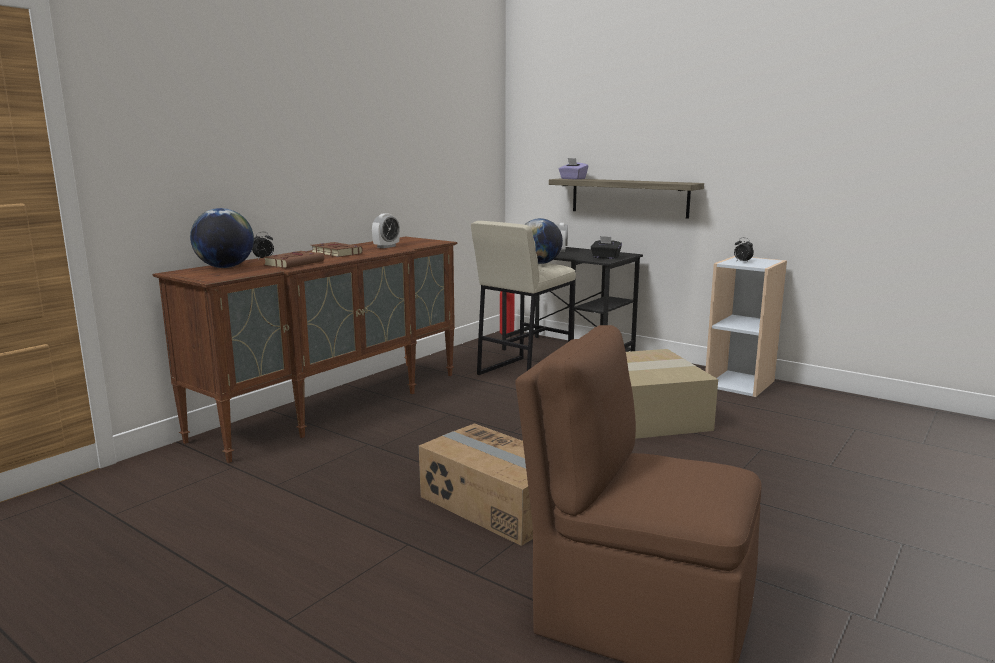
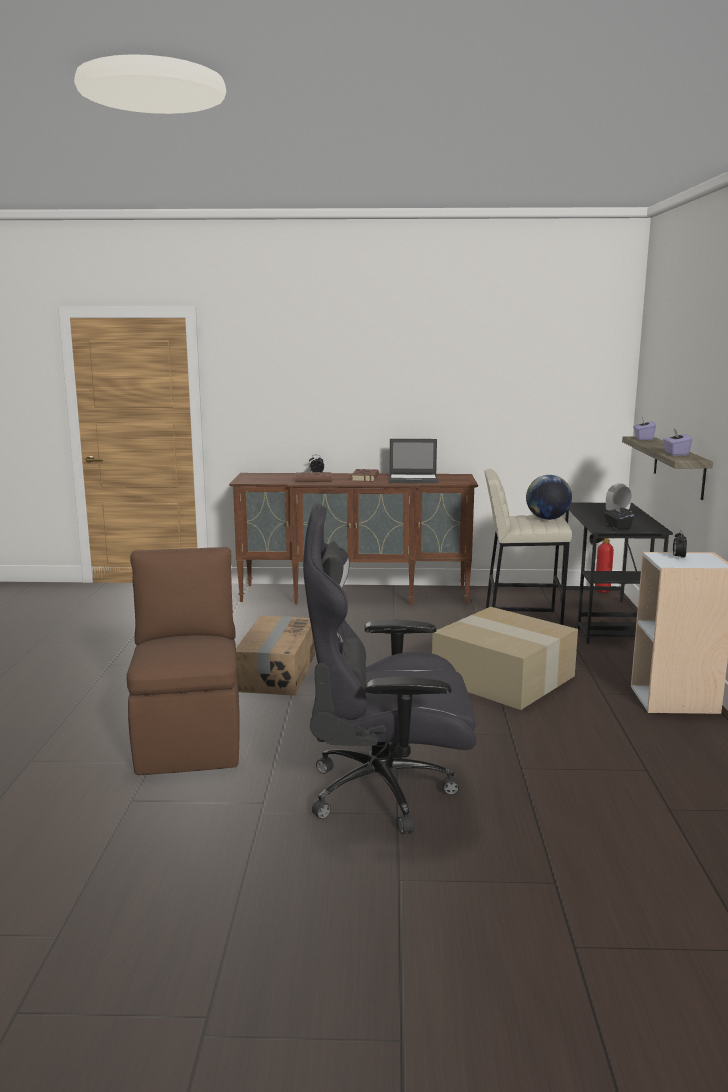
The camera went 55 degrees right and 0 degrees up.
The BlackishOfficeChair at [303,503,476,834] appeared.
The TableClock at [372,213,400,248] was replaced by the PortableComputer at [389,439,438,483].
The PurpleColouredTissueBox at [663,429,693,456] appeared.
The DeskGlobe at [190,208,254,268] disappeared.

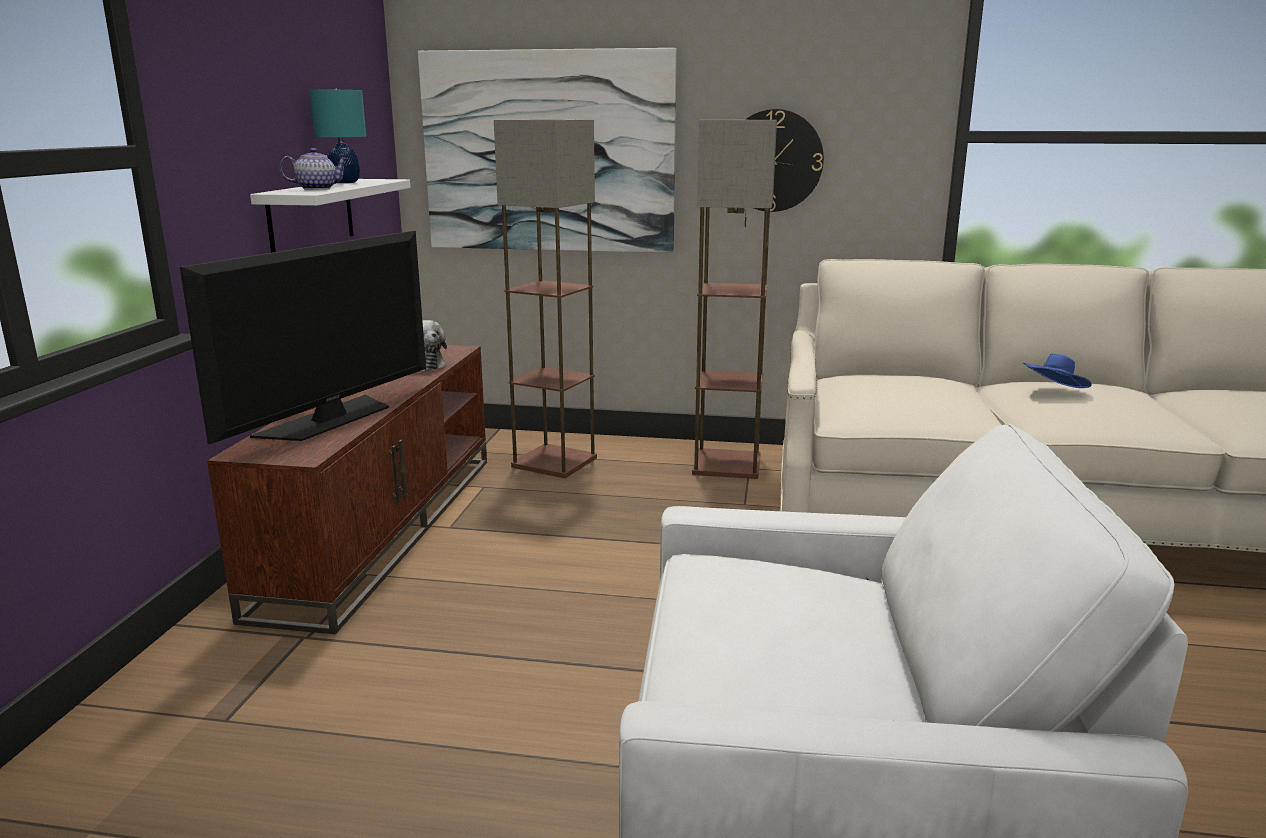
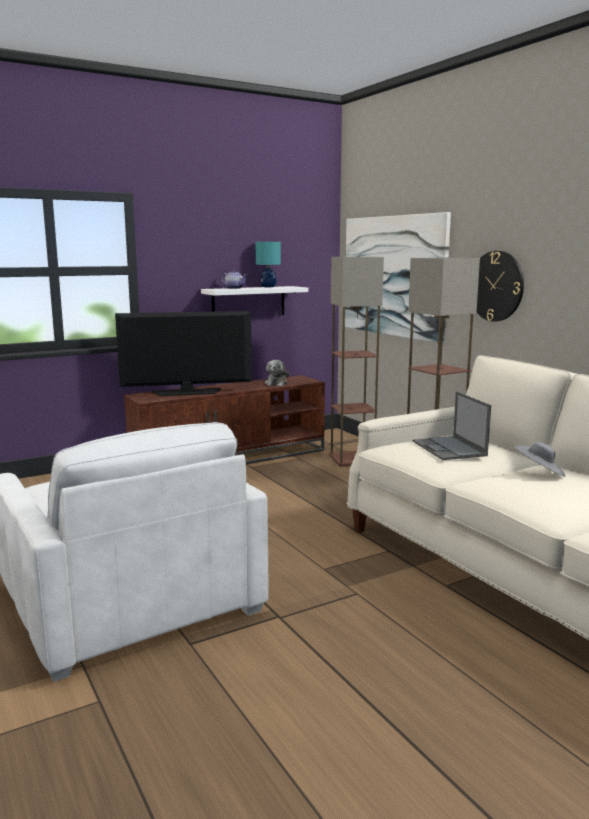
The camera went 50 degrees right and 5 degrees down.
The PortableComputer at [413,391,491,460] appeared.
The BlueClothingHat at [1023,354,1092,388] became the GrayClothingHat at [514,442,565,477].

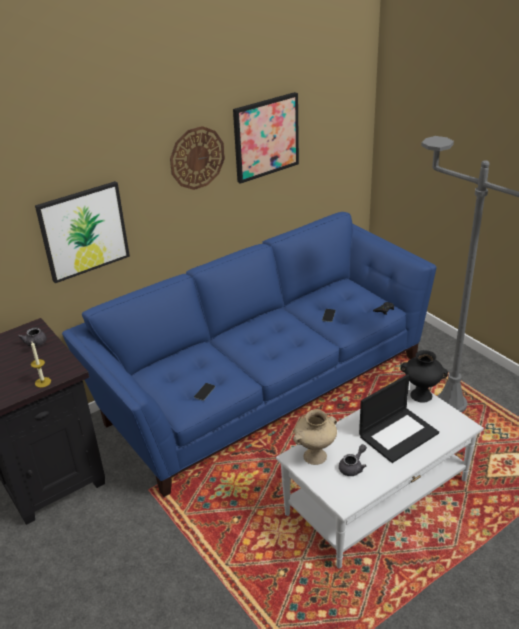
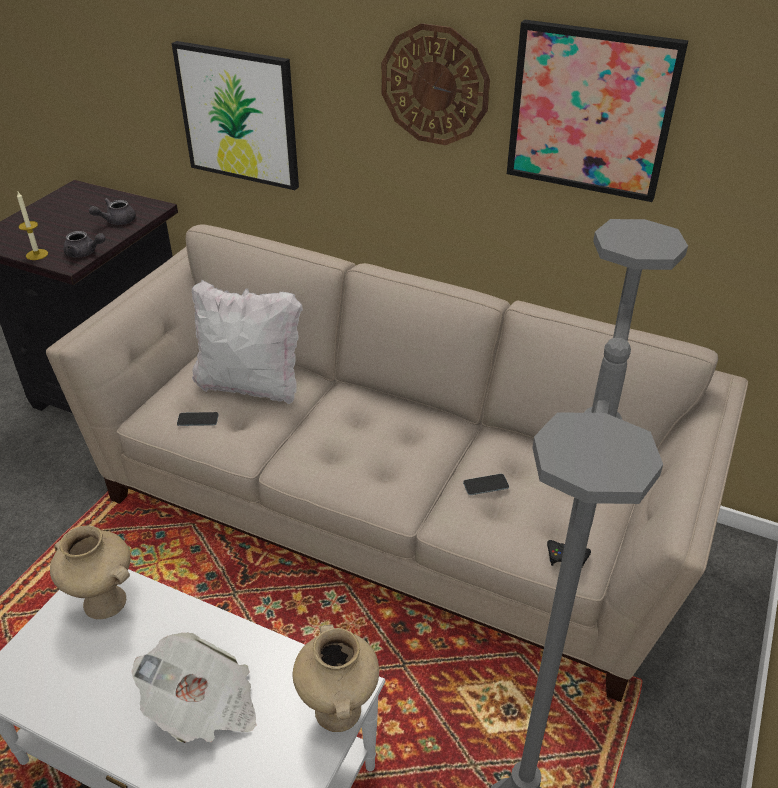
The camera went 60 degrees right and 5 degrees up.
The BlueSettee at [62,212,436,497] became the BeigeSettee at [46,225,748,702].
The GrayPotForTea moved from [339,444,367,476] to [63,231,106,258].
The PortableComputer at [359,374,439,463] was replaced by the PrintedPaper at [132,632,257,743].
The WhitePillow at [192,280,303,404] appeared.
The BlackishFlowerVase at [401,350,448,403] became the BeigeFlowerVase at [293,624,379,732].

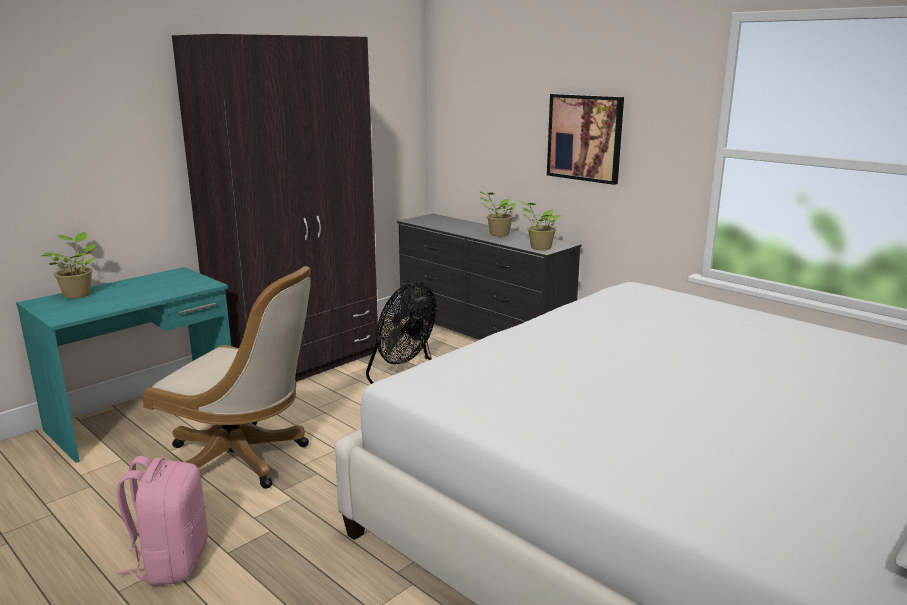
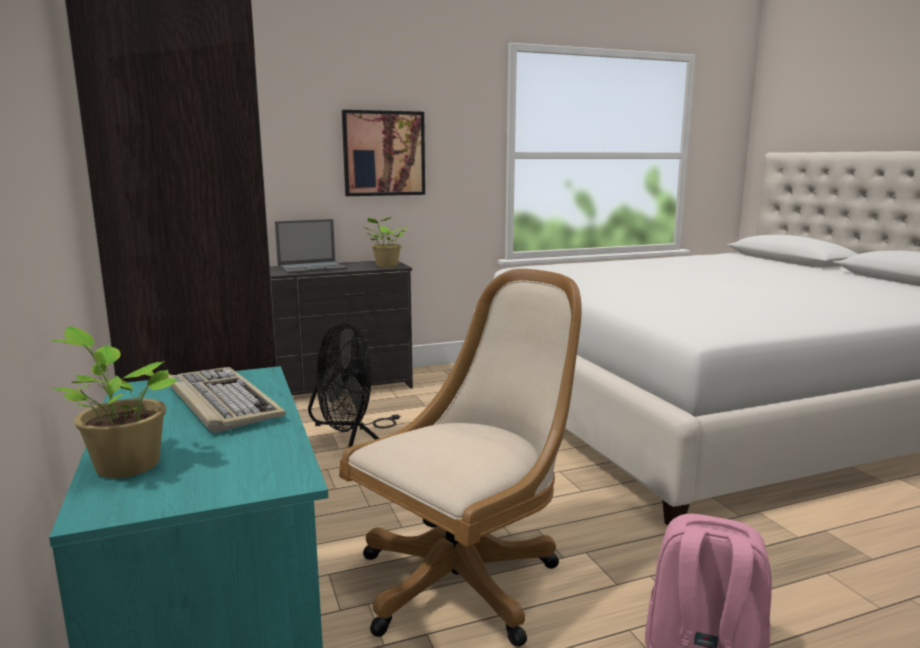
The camera went 65 degrees left and 5 degrees down.
The ComputerKeyboard at [168,367,286,433] appeared.
The Houseplant at [477,190,517,236] was replaced by the PortableComputer at [275,219,348,274].

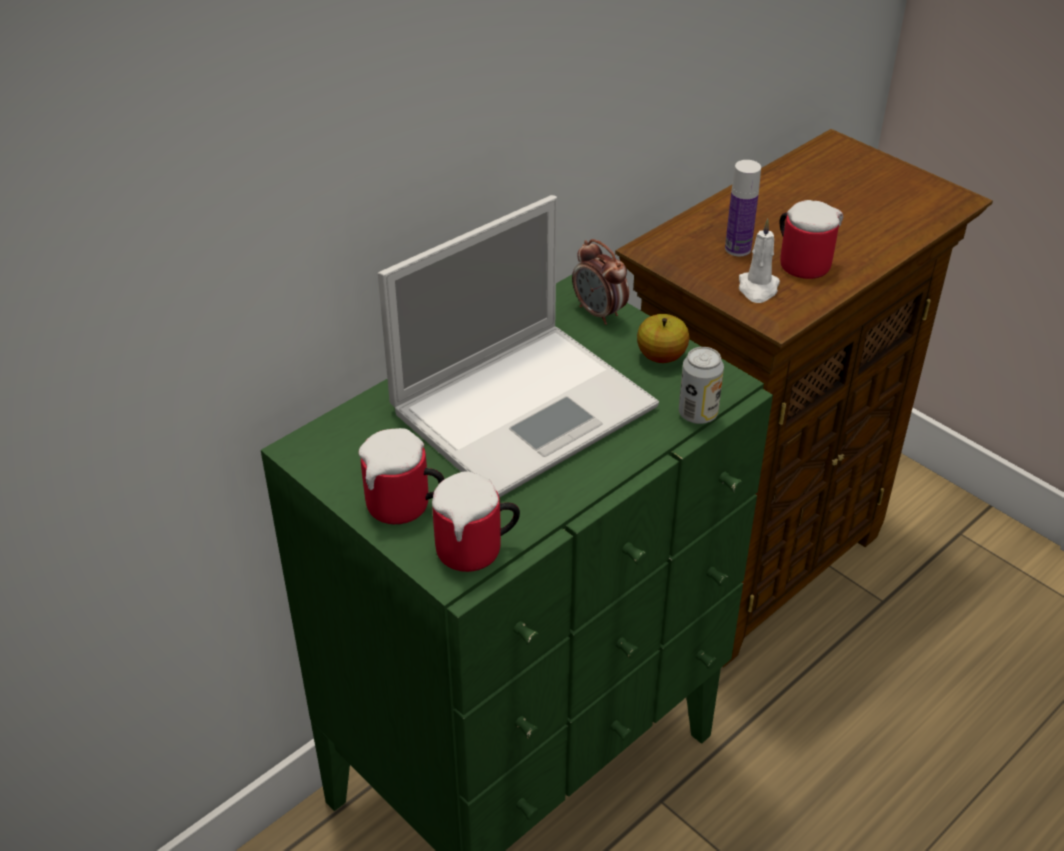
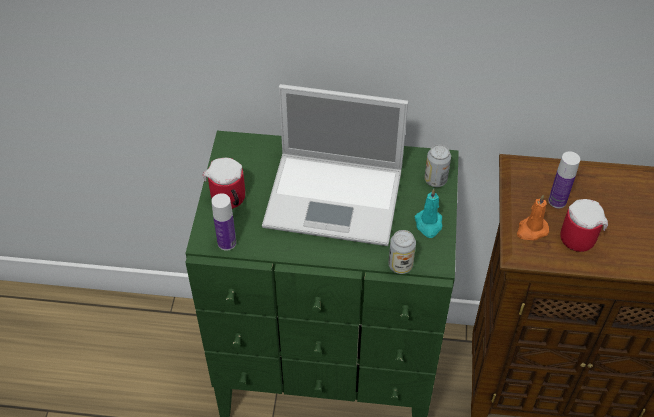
The camera went 50 degrees right and 10 degrees up.
The Mug at [432,471,520,572] was replaced by the Bottle at [211,193,236,251].
The WholeApple at [637,314,689,363] was replaced by the TurquoiseColouredWaxLight at [415,189,443,238].
The TableClock at [572,239,629,325] was replaced by the MetalCan at [425,144,451,187].
The WhiteWaxLight at [739,219,780,303] became the OrangeColouredWaxLight at [517,195,549,241].

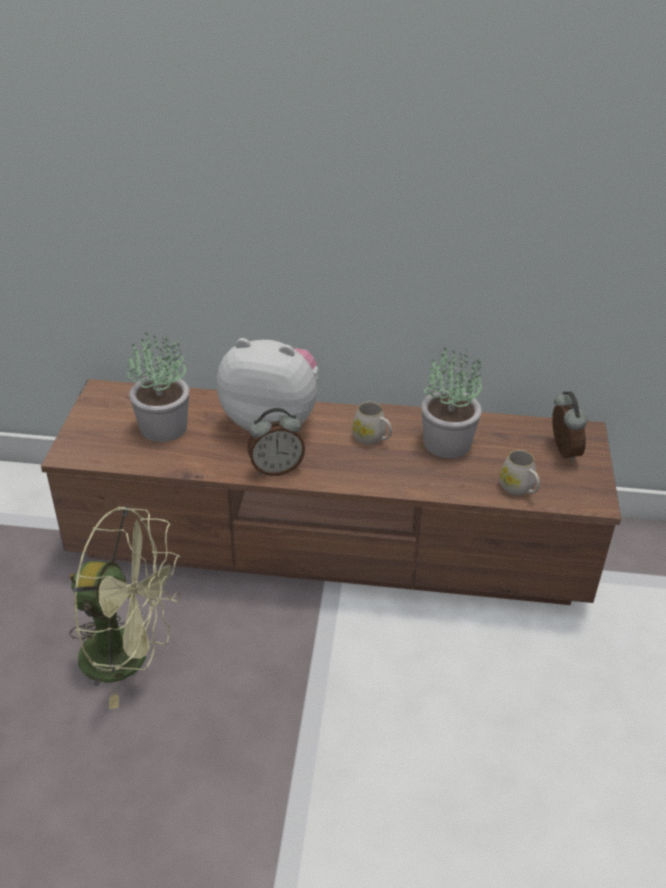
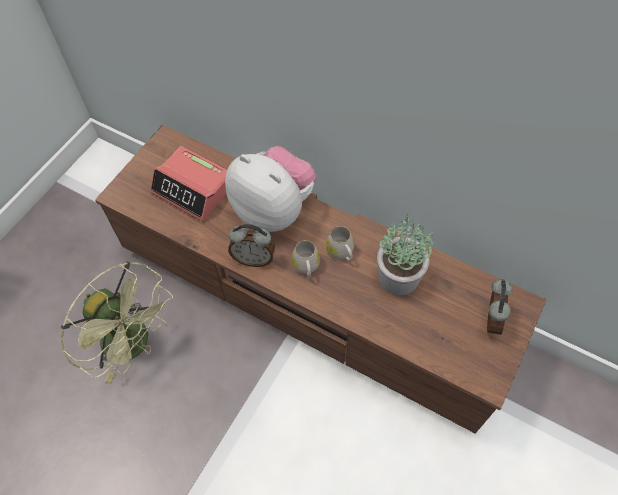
The camera went 25 degrees right and 20 degrees up.
The Houseplant at [127,332,189,442] was replaced by the TableClock at [150,146,227,221].
The WhiteMug moved from [499,450,540,495] to [291,240,320,277].

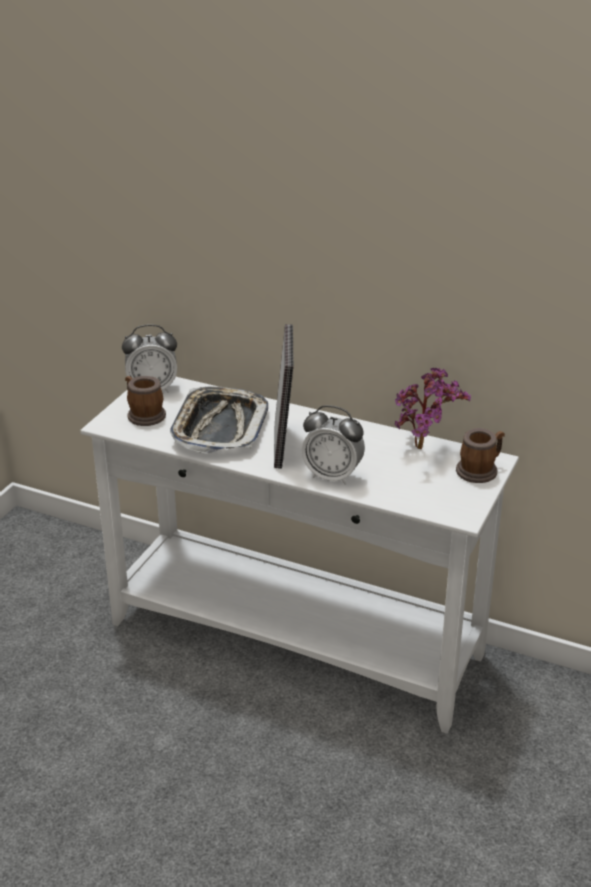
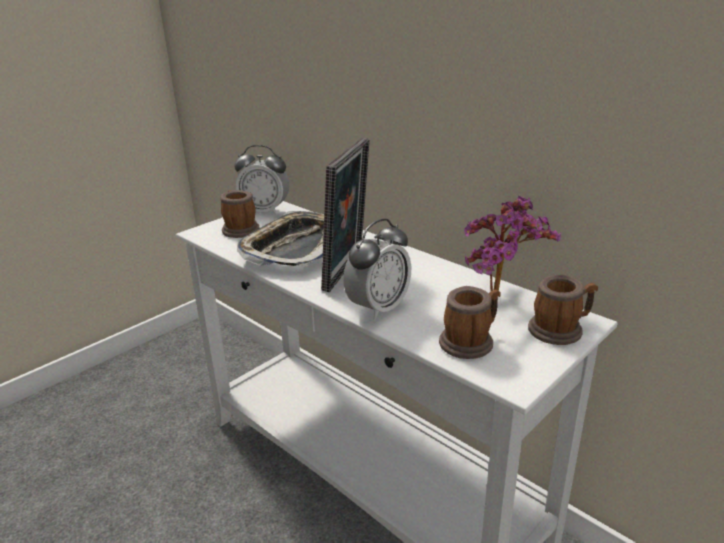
The camera went 20 degrees right and 5 degrees down.
The TableClock at [302,405,365,485] turned 90 degrees counterclockwise.
The Mug at [439,286,501,359] appeared.

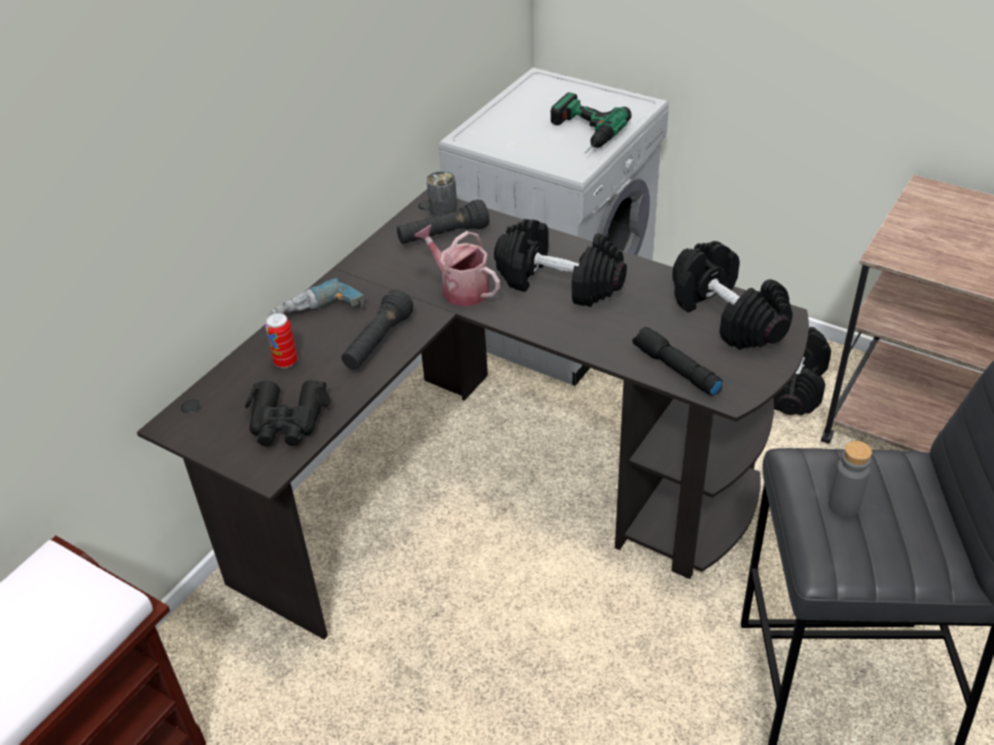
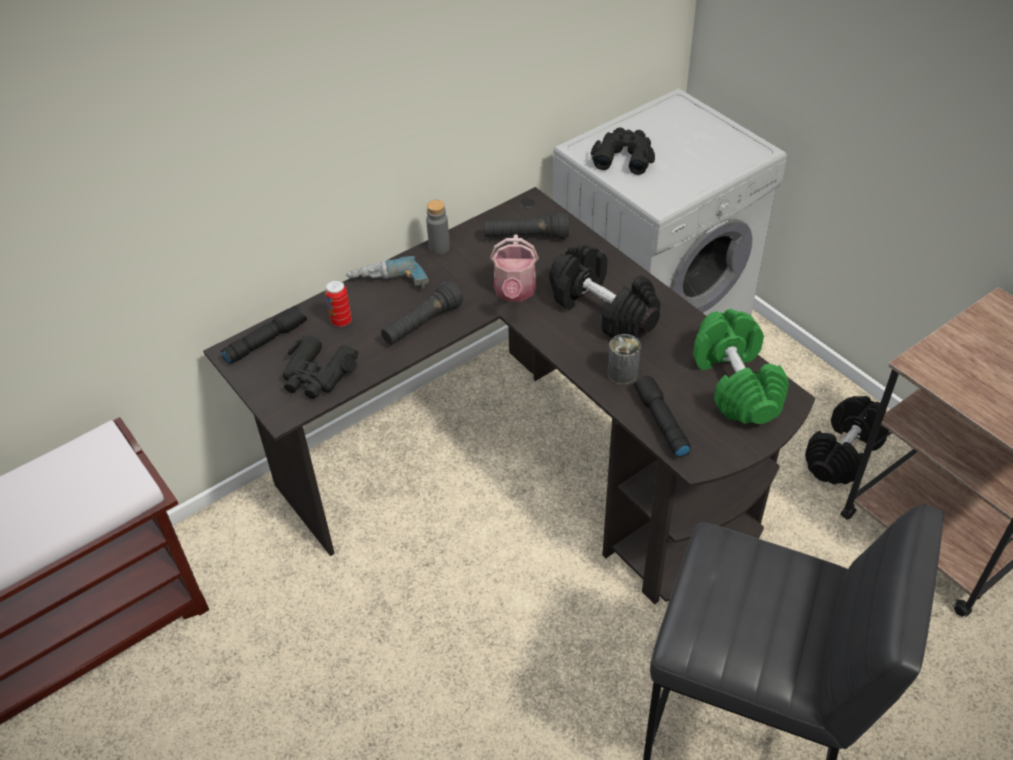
The camera went 20 degrees right and 5 degrees up.
The BlackishTorch at [221,306,307,365] appeared.
The GrayBottle moved from [828,441,872,517] to [426,200,450,254].
The SprinklingCan at [414,225,500,307] turned 150 degrees counterclockwise.
The BlackishBinoculars at [591,127,655,175] appeared.
The MetalCan moved from [427,171,458,217] to [608,334,641,385].
The BlackishFreeWeight at [672,241,793,350] became the GreenColouredFreeWeight at [693,309,789,424].
The ElectricDrill at [551,92,631,154] disappeared.

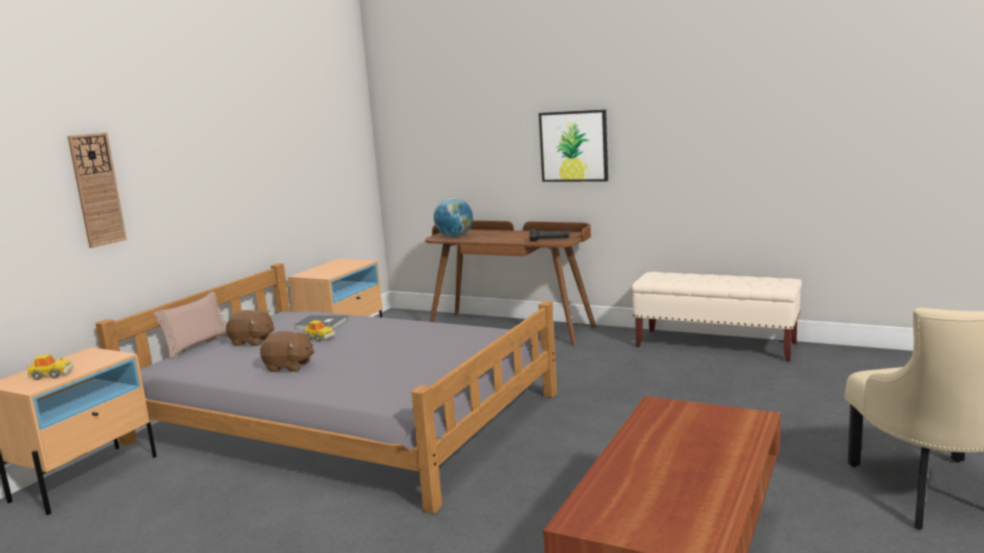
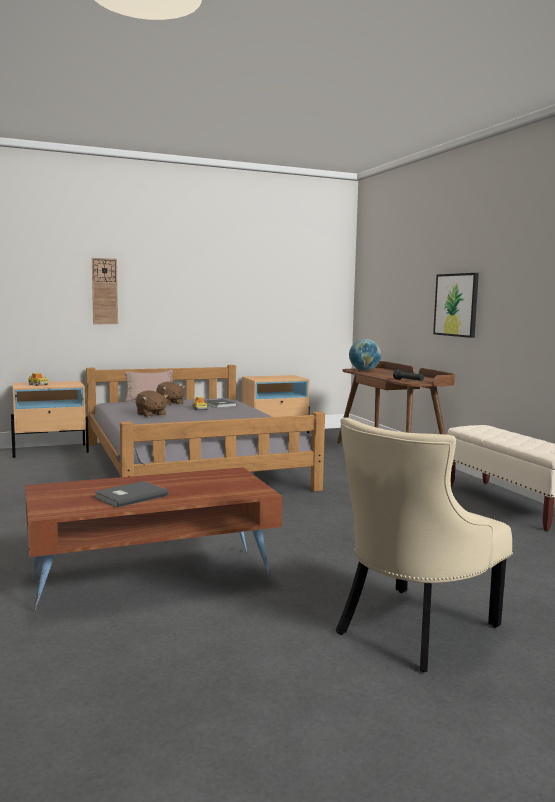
The camera went 40 degrees right and 5 degrees down.
The GrayBook at [94,481,168,508] appeared.

